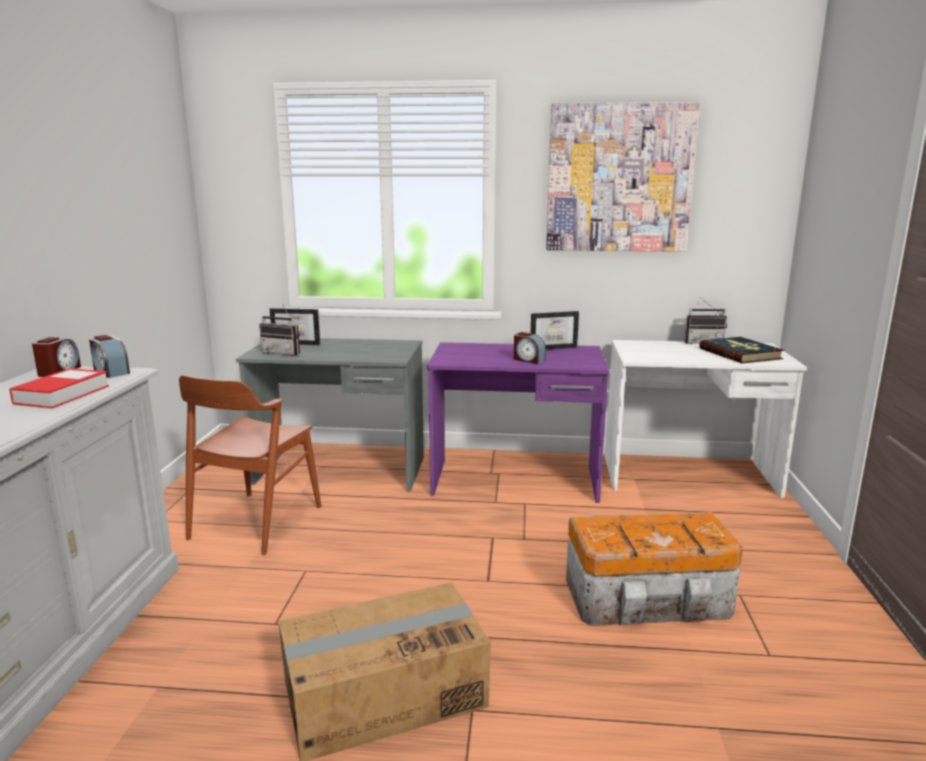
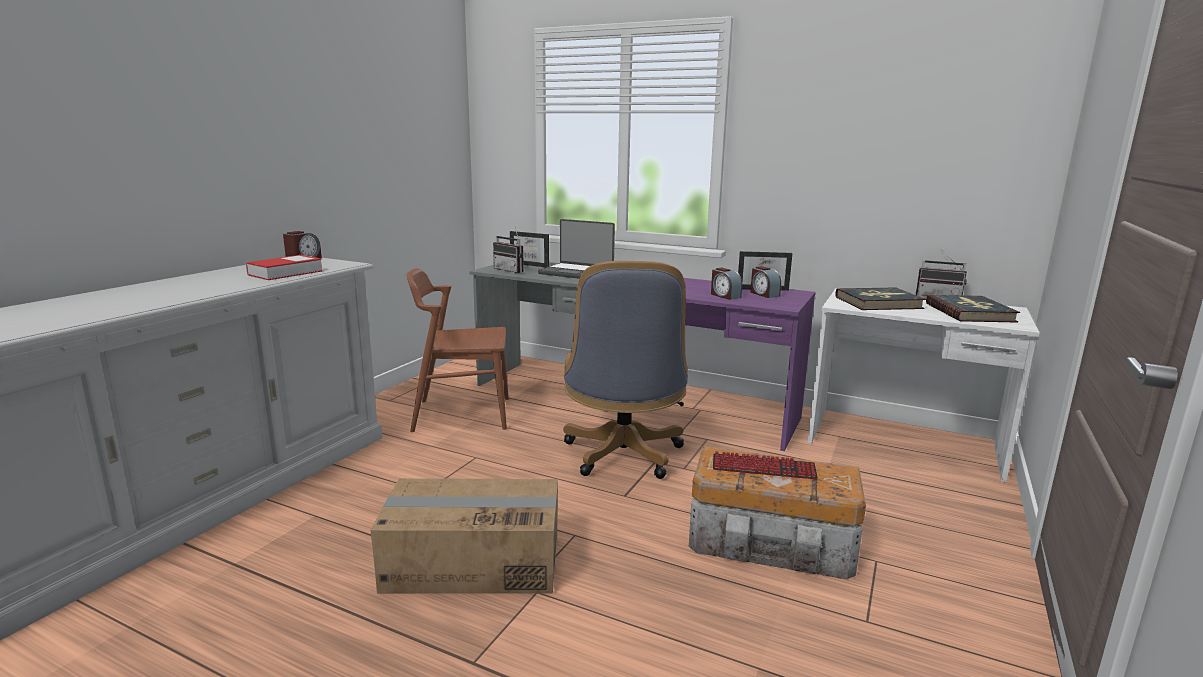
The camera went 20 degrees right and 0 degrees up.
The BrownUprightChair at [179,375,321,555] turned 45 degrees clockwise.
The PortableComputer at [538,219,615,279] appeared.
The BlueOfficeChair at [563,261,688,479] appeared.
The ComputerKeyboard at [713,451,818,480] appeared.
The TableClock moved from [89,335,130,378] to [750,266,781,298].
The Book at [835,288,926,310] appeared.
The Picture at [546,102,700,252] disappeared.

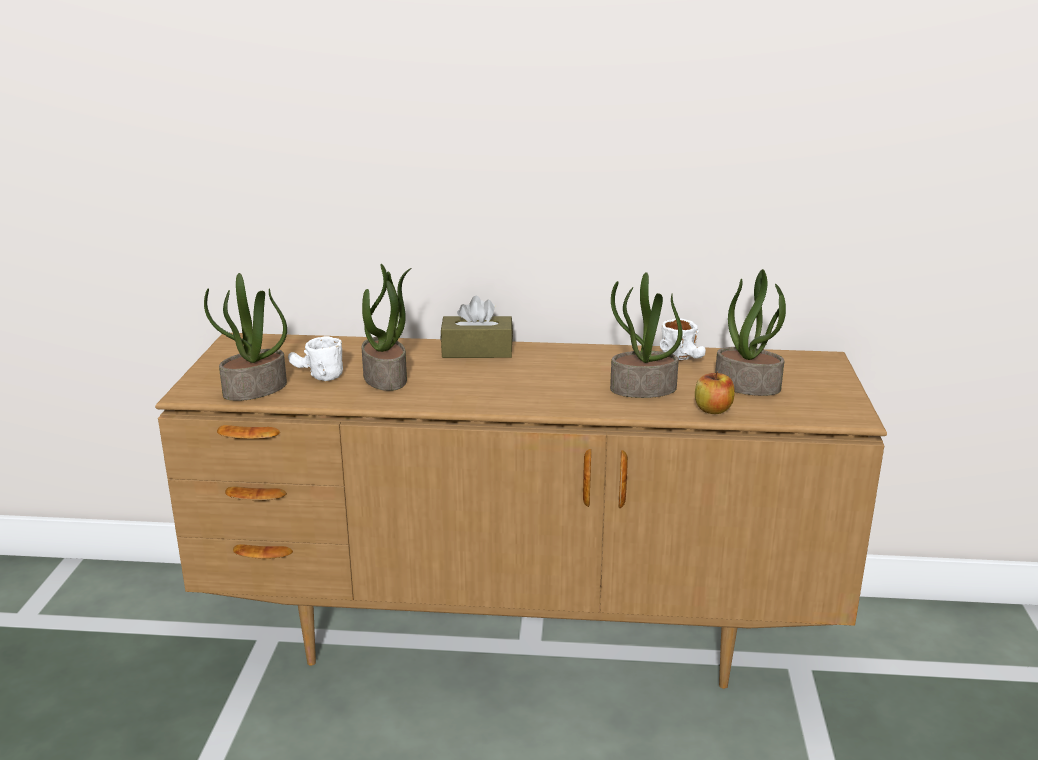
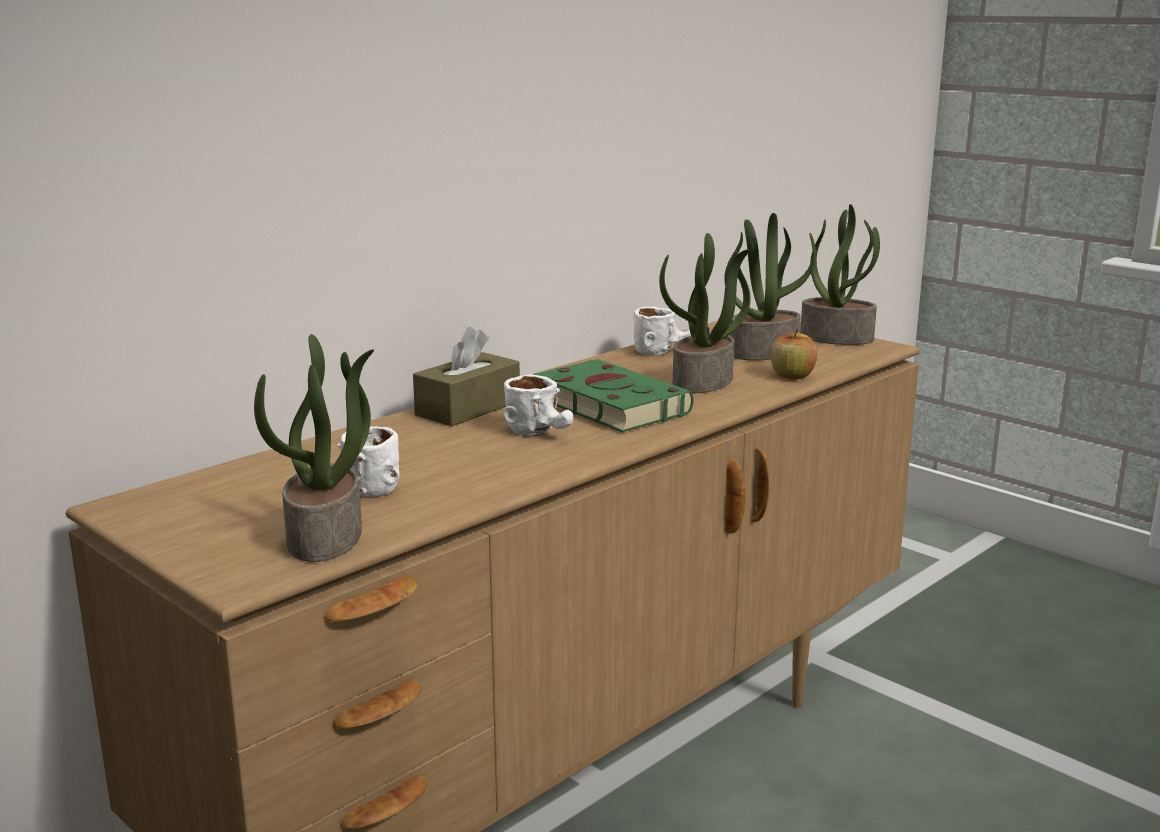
The camera went 50 degrees left and 5 degrees down.
The WhiteMug at [504,375,573,436] appeared.
The GreenColouredBook at [532,359,694,432] appeared.
The Houseplant moved from [362,264,411,391] to [800,204,880,345].

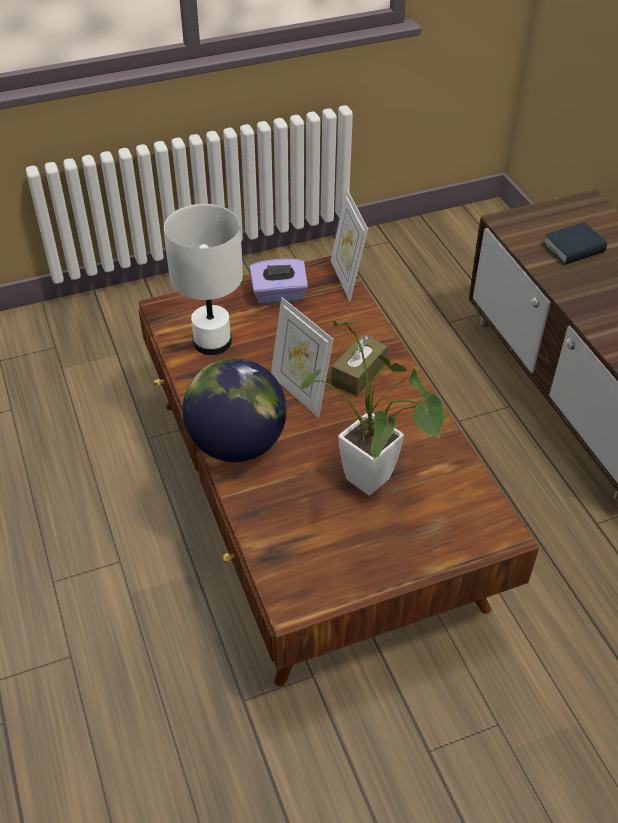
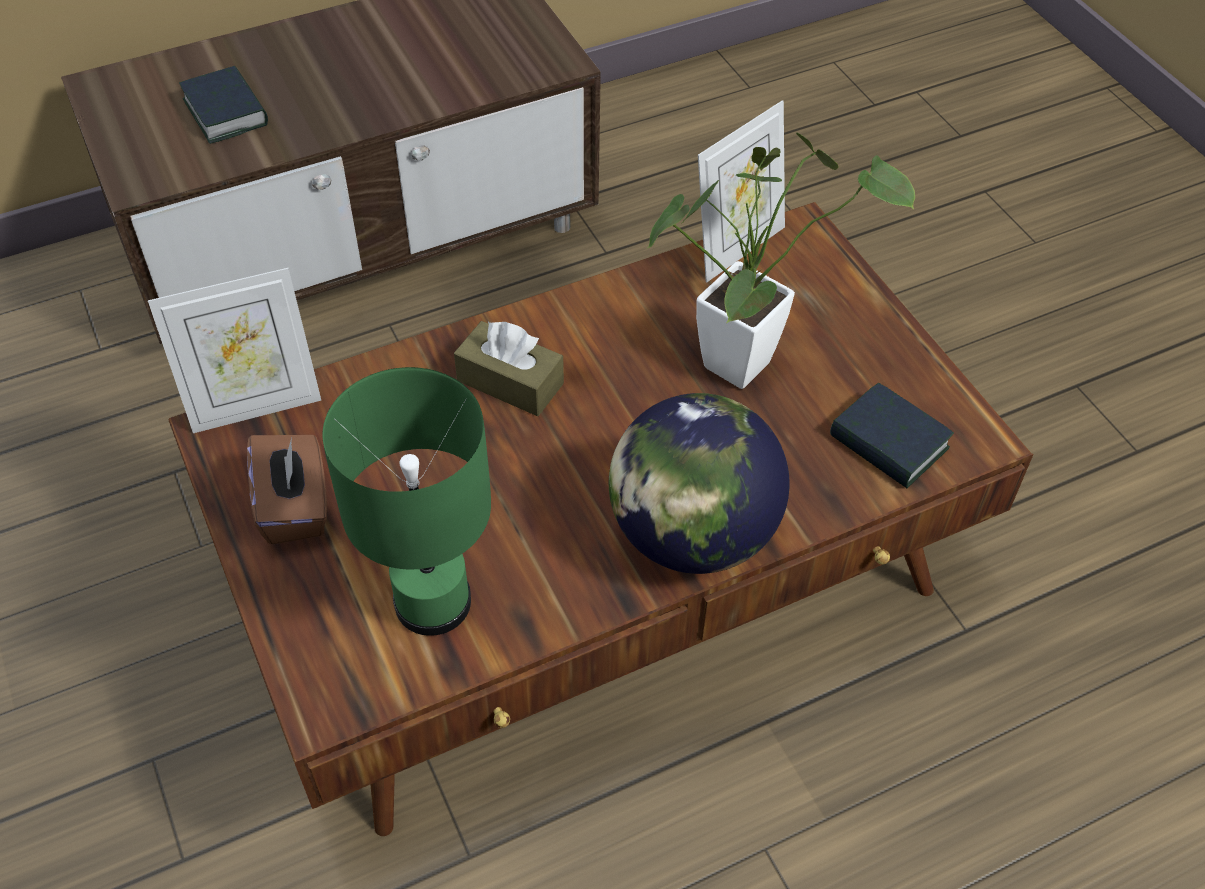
The camera went 95 degrees left and 5 degrees up.
The PurpleColouredTissueBox at [249,259,308,304] became the BrownTissueBox at [247,435,327,544].
The WhiteTableLamp at [164,204,243,355] became the GreenColouredTableLamp at [322,367,491,636].
The PictureFrame moved from [271,297,334,418] to [698,100,785,282].
The Book at [830,383,954,488] appeared.

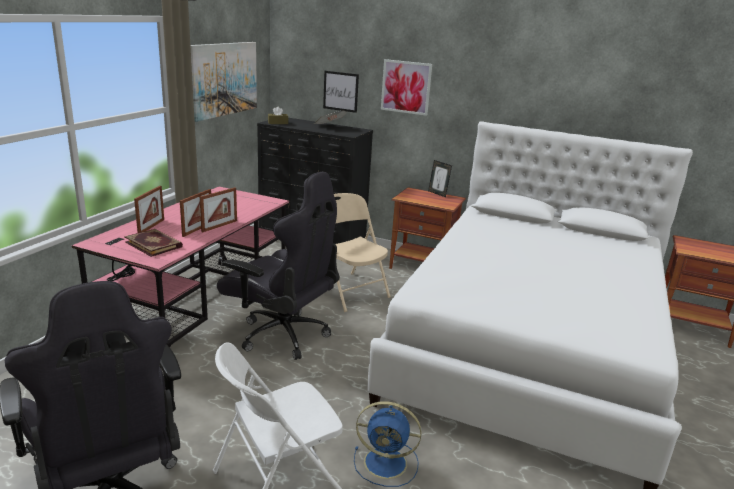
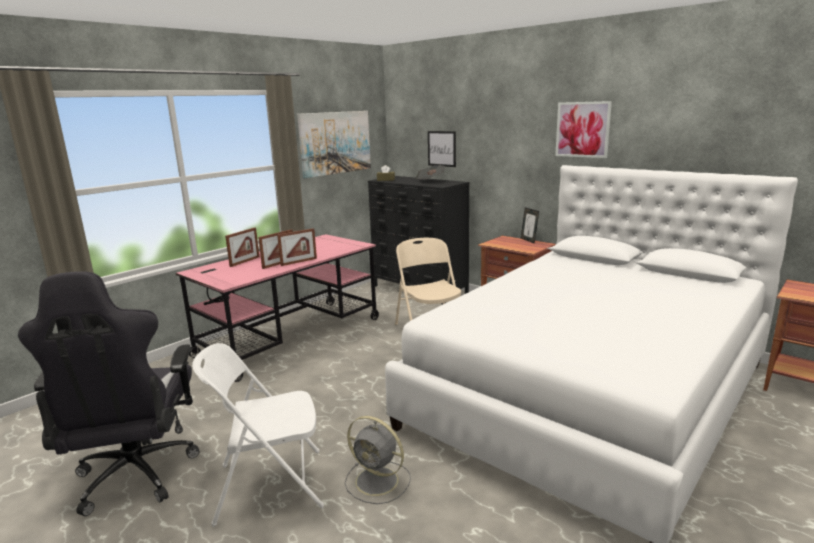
The camera went 20 degrees right and 5 degrees down.
The BlueFan at [354,401,422,487] became the GrayFan at [345,416,411,504].
The Picture moved from [381,59,432,116] to [555,101,612,158].
The Book at [124,229,183,257] disappeared.
The BlackishOfficeChair at [217,172,339,360] disappeared.

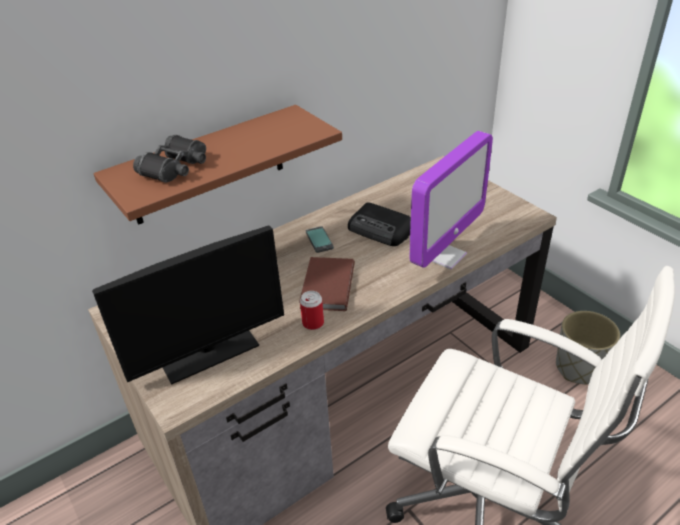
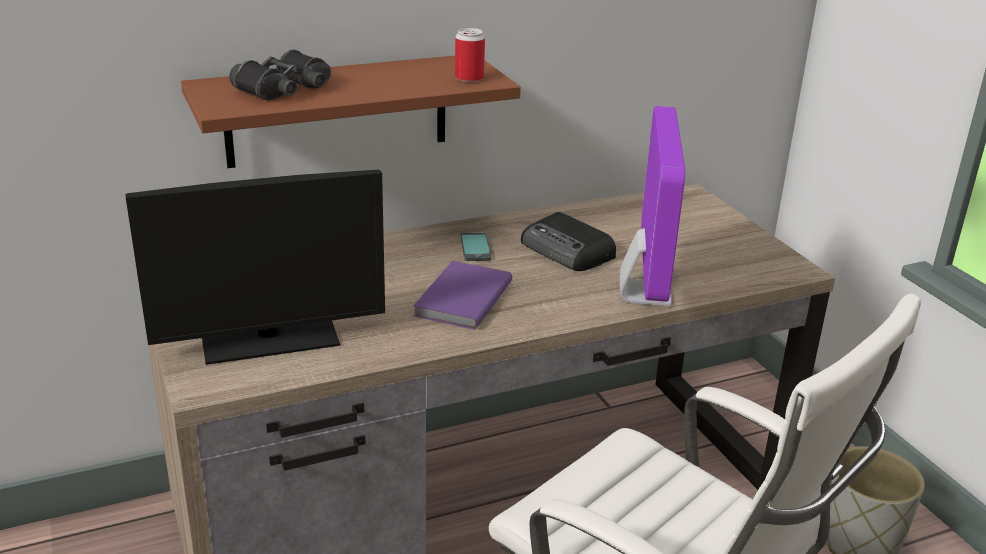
The camera went 10 degrees right and 10 degrees down.
The BrownBook at [299,257,355,311] became the PurpleColouredBook at [413,261,512,330].
The MetalCan moved from [300,291,324,330] to [455,28,485,82].
The ComputerScreen at [410,131,493,269] turned 45 degrees counterclockwise.

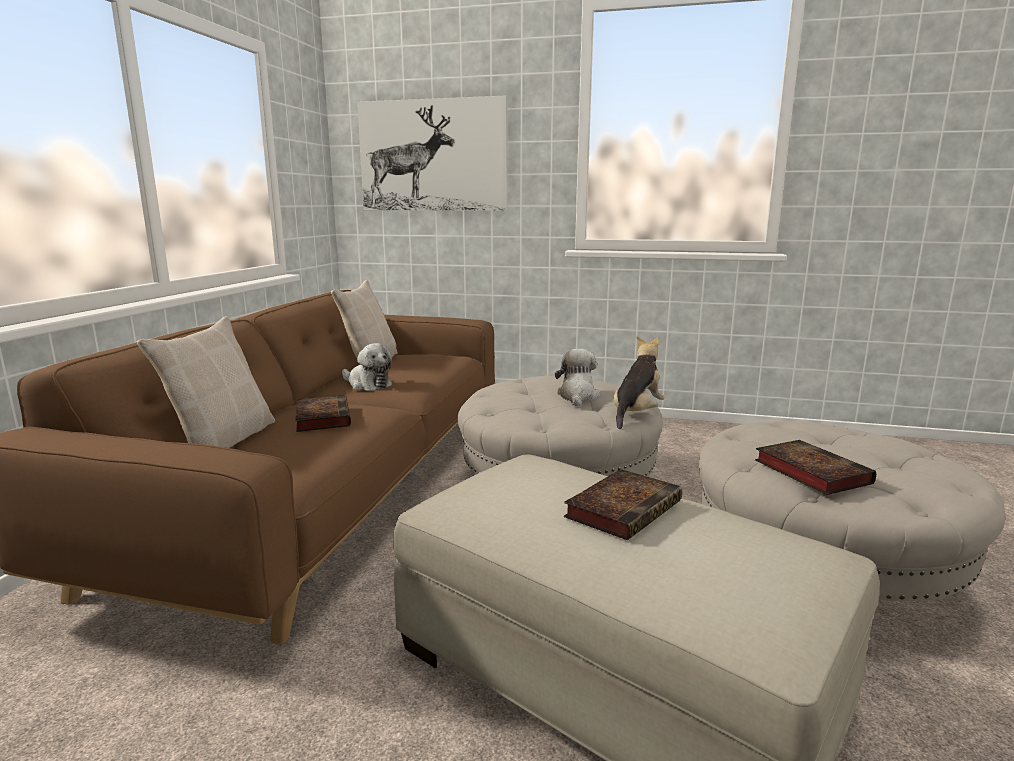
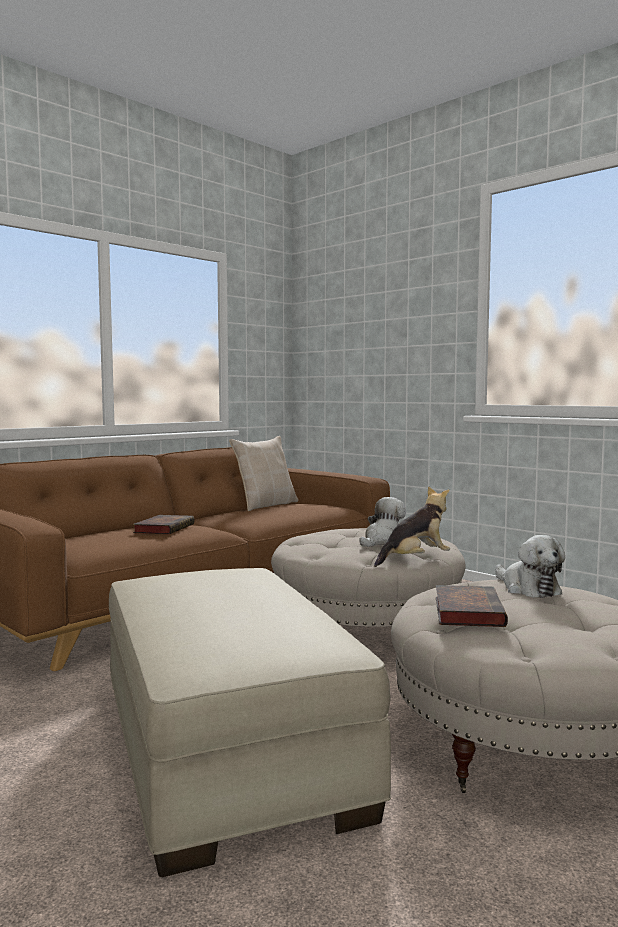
The camera went 30 degrees right and 10 degrees down.
The SoftToy moved from [342,343,392,391] to [495,535,565,598].
The BeigePillow at [137,316,275,448] disappeared.
The Picture at [357,96,508,211] disappeared.
The Book at [564,469,682,540] disappeared.

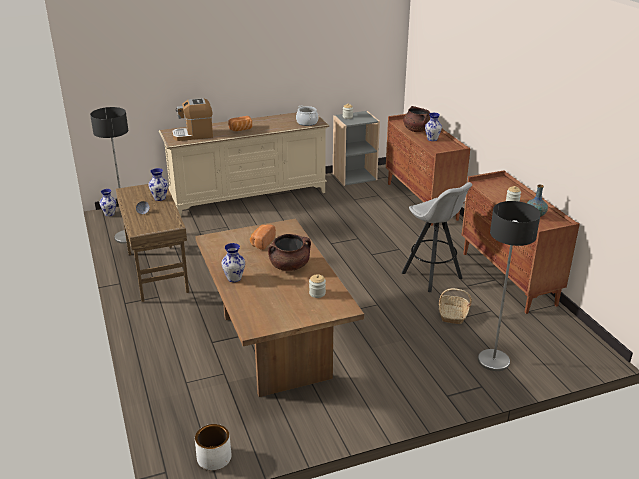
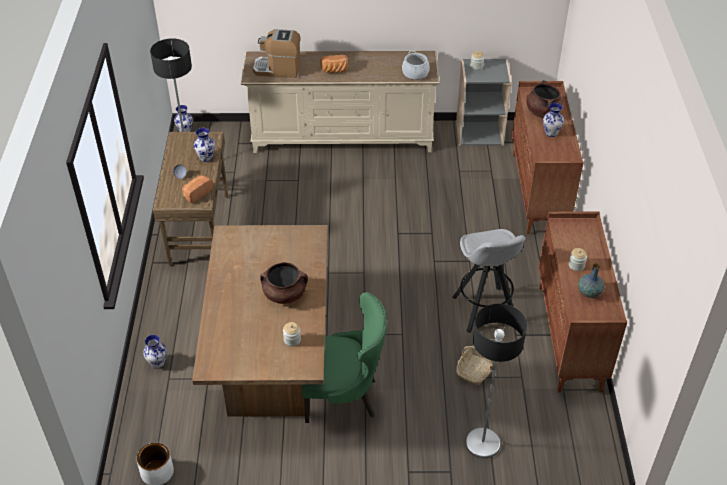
The camera went 20 degrees right and 15 degrees up.
The FlowerVase moved from [221,243,245,282] to [143,335,167,369].
The BakeryBread moved from [250,225,276,250] to [182,175,213,203].
The GreenColouredUprightChair at [302,292,387,423] appeared.

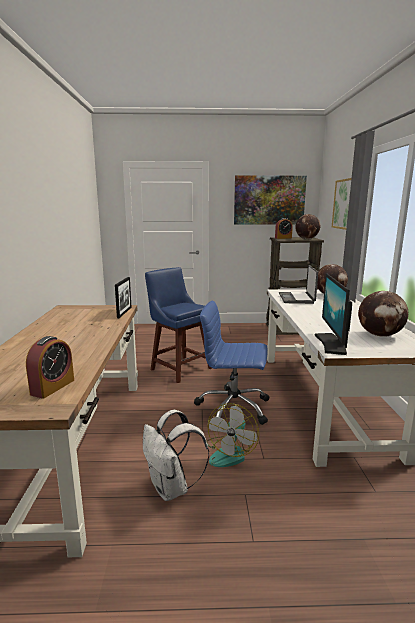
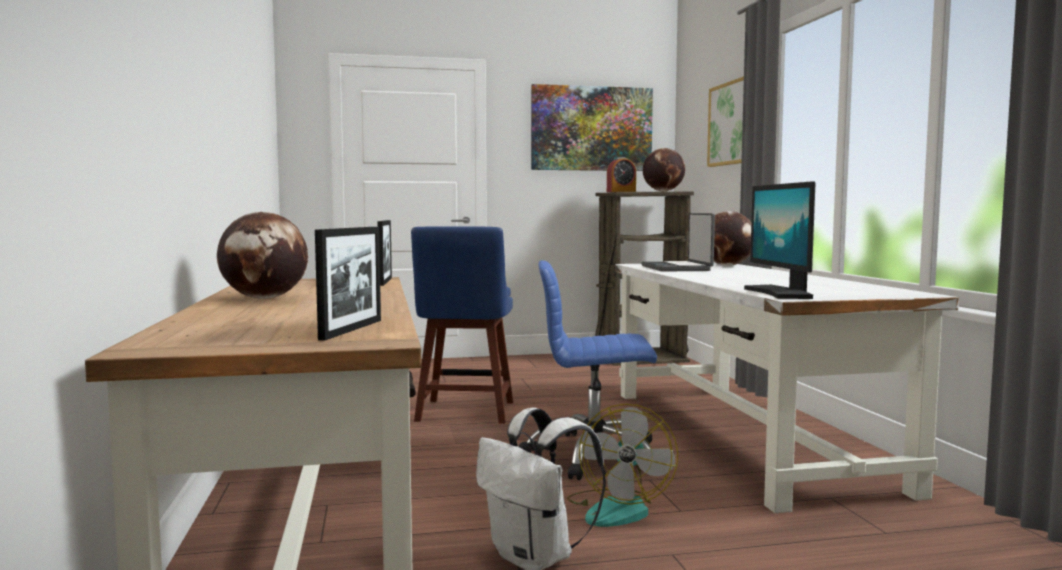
The camera went 10 degrees left and 10 degrees down.
The DeskGlobe moved from [358,291,408,337] to [217,212,308,299].
The TableClock at [26,336,74,399] was replaced by the PictureFrame at [315,227,381,341].
The BlueUprightChair at [145,267,212,383] turned 120 degrees counterclockwise.

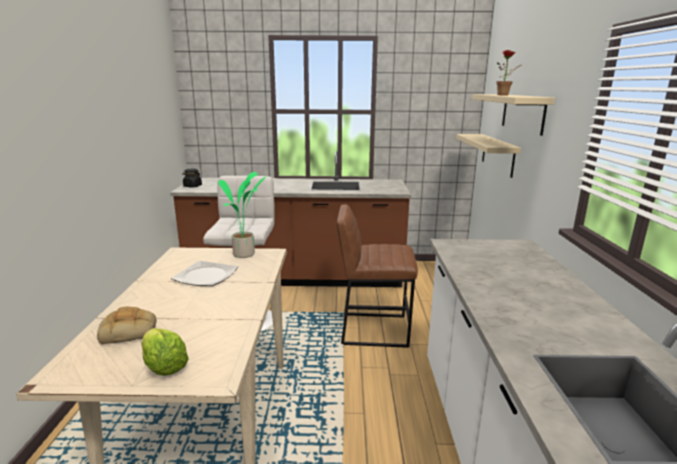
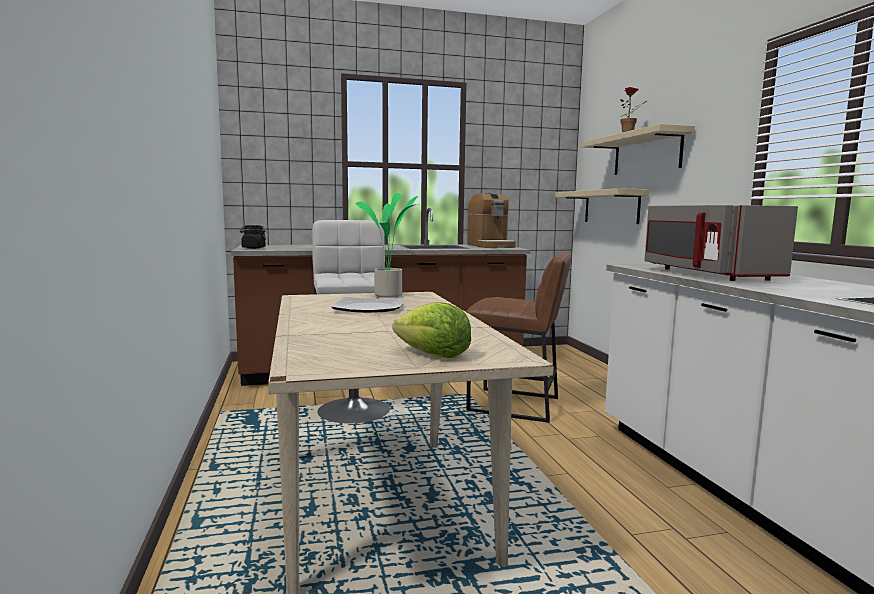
The camera went 15 degrees left and 10 degrees down.
The BrownUprightChair at [337,204,418,348] turned 150 degrees counterclockwise.
The CoffeeBrewer at [467,193,516,248] appeared.
The GrayMicrowave at [644,205,798,281] appeared.
The BakeryBread at [97,307,157,344] disappeared.

